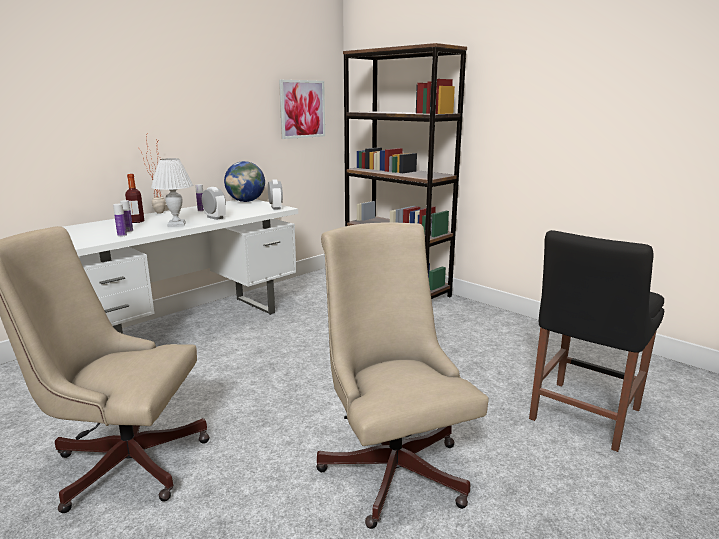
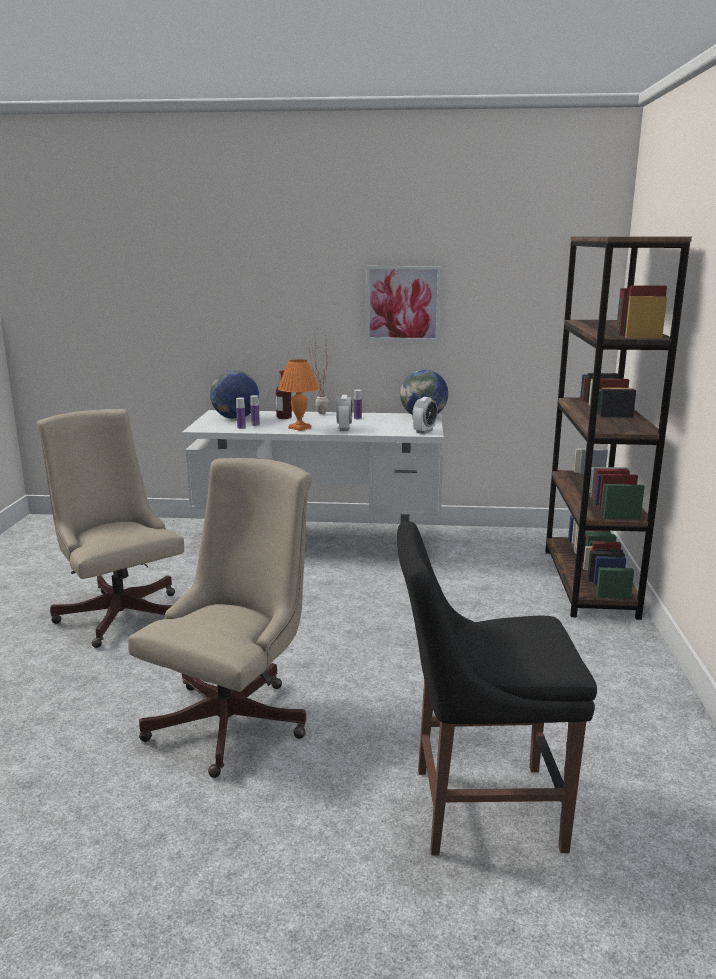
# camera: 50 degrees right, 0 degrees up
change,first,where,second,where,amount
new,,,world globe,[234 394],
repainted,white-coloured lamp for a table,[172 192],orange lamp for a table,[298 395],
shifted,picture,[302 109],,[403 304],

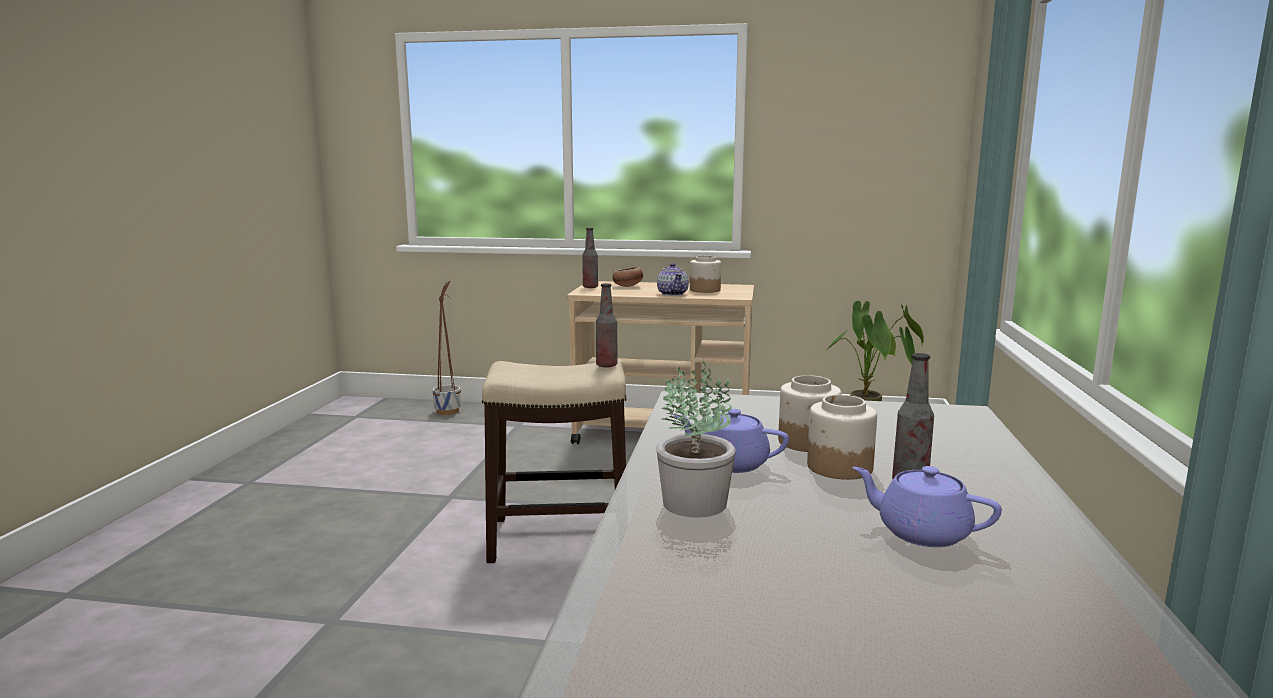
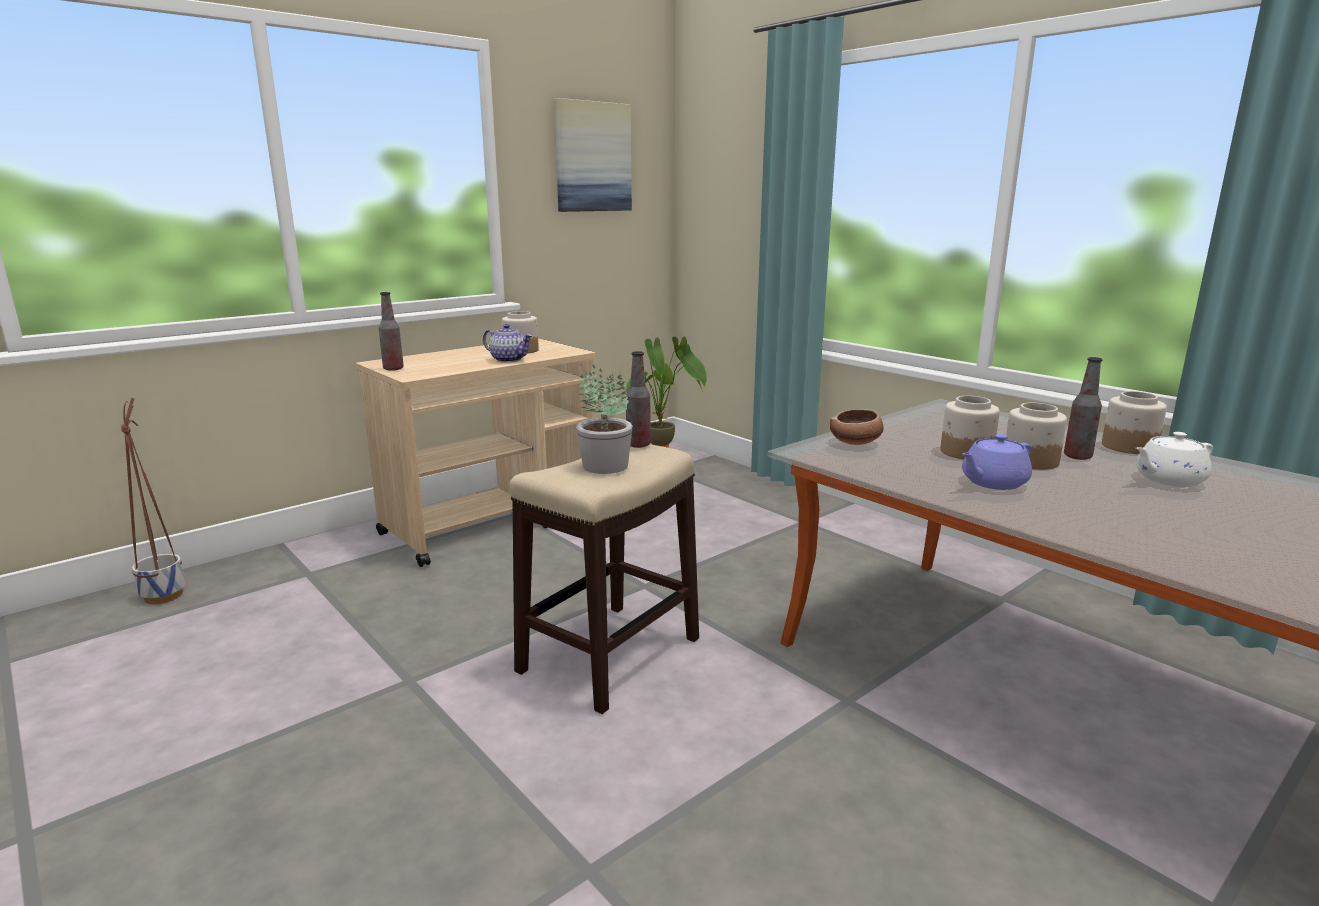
# camera: 50 degrees left, 5 degrees up
change,first,where,second,where,amount
new,,,picture,[593 155],
shifted,houseplant,[696 439],,[604 419],
shifted,bowl,[627 277],,[857 427],
new,,,storage jar,[1134 422],
repainted,purple-coloured tea pot,[927 506],white-coloured tea pot,[1174 459],

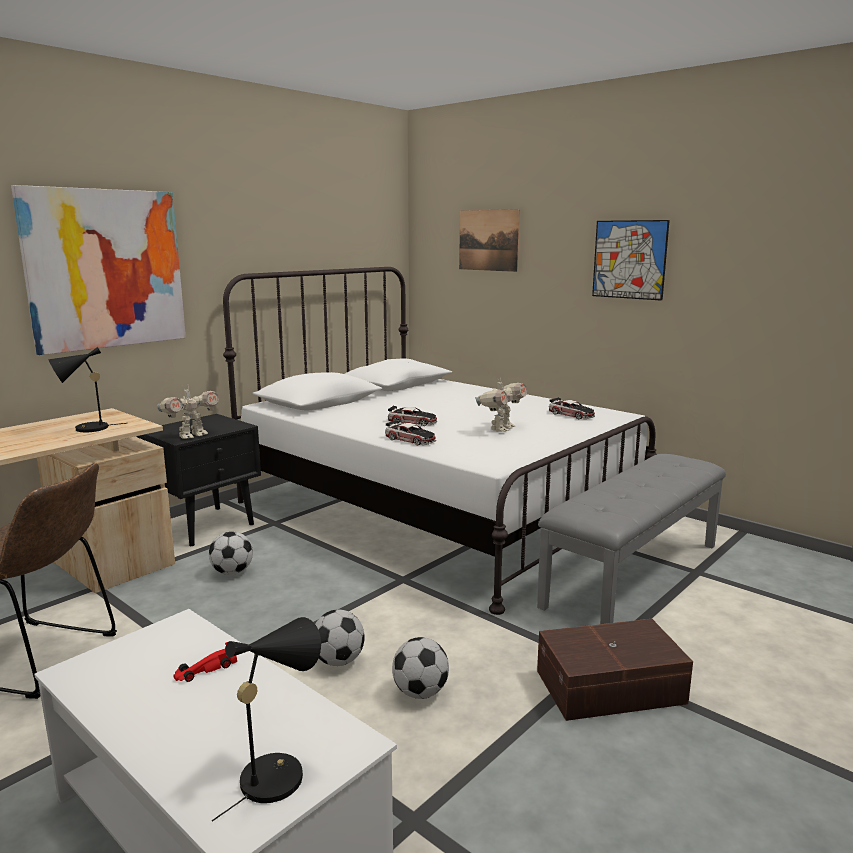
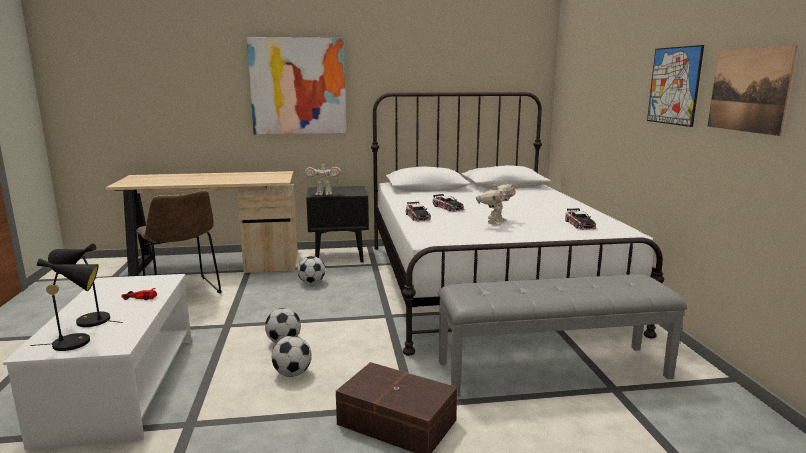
# camera: 40 degrees right, 0 degrees up
change,first,where,second,where,amount
shifted,blackish lamp for a table,[87 389],,[85 285],
rotated,robot figure,[501 405],,[496 203],45 degrees counterclockwise
shifted,picture,[489 240],,[753 90],

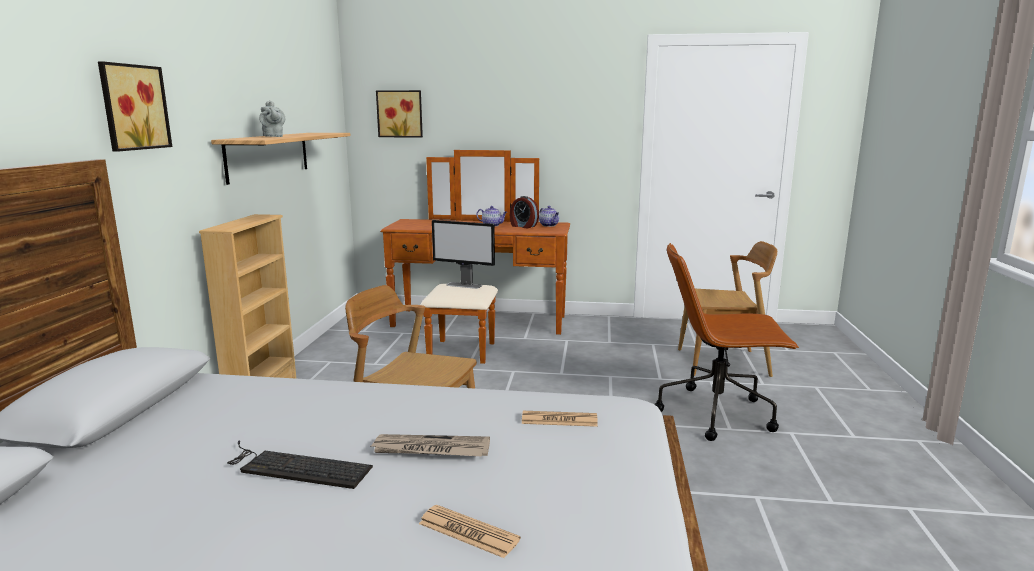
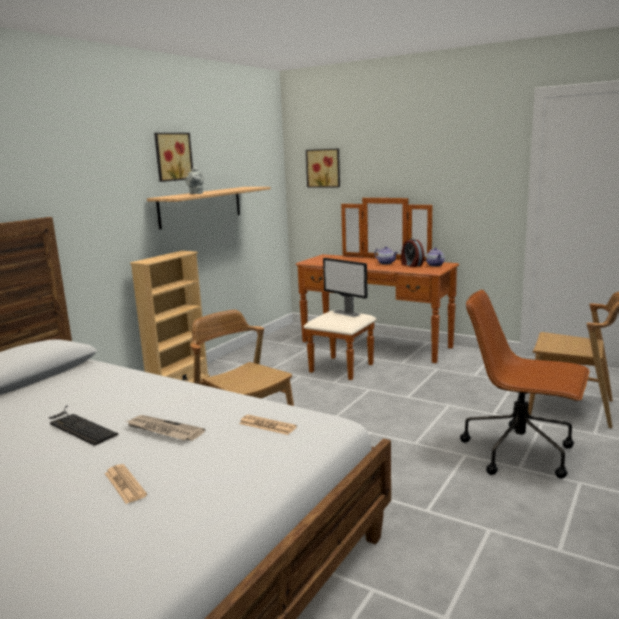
# camera: 25 degrees right, 0 degrees up
change,first,where,second,where,amount
shifted,picture,[135 106],,[173 157],

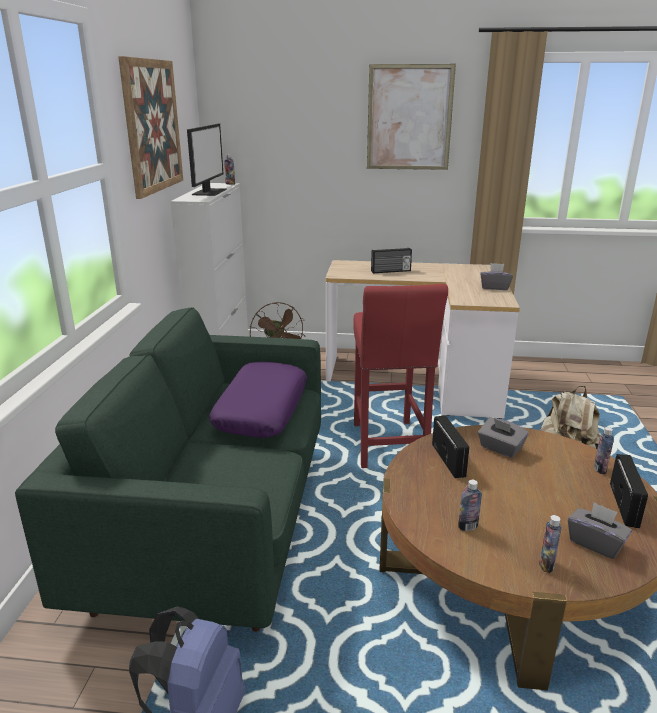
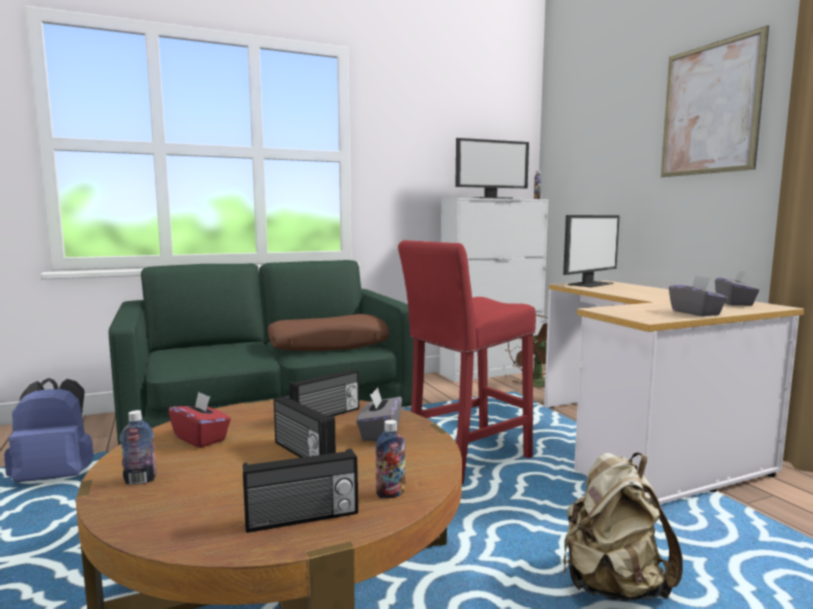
# camera: 60 degrees right, 15 degrees down
change,first,where,second,where,amount
swapped,beverage bottle,[470 505],reddish box of tissues,[199 420],
repainted,purple-coloured pillow,[258 400],brown pillow,[328 332],
shifted,radio receiver,[391 260],,[305 427],
new,,,monitor,[591 251],
shifted,greyish box of tissues,[600 530],,[737 288],
gone,picture,[150 127],,,

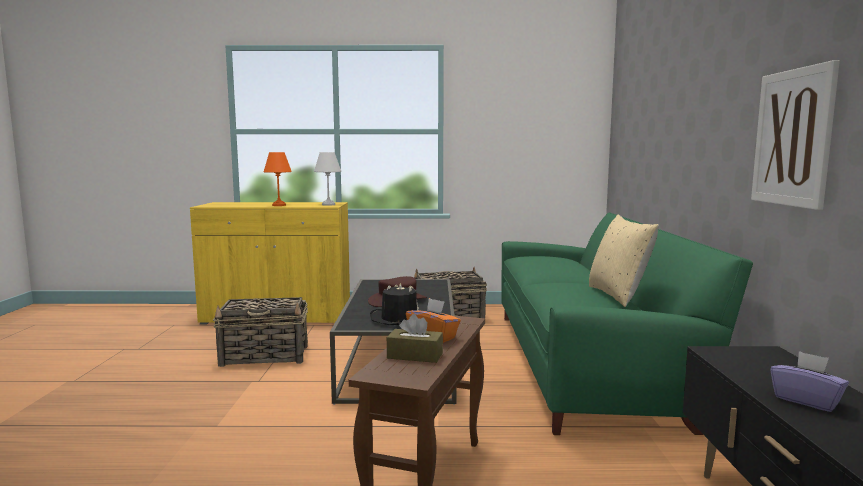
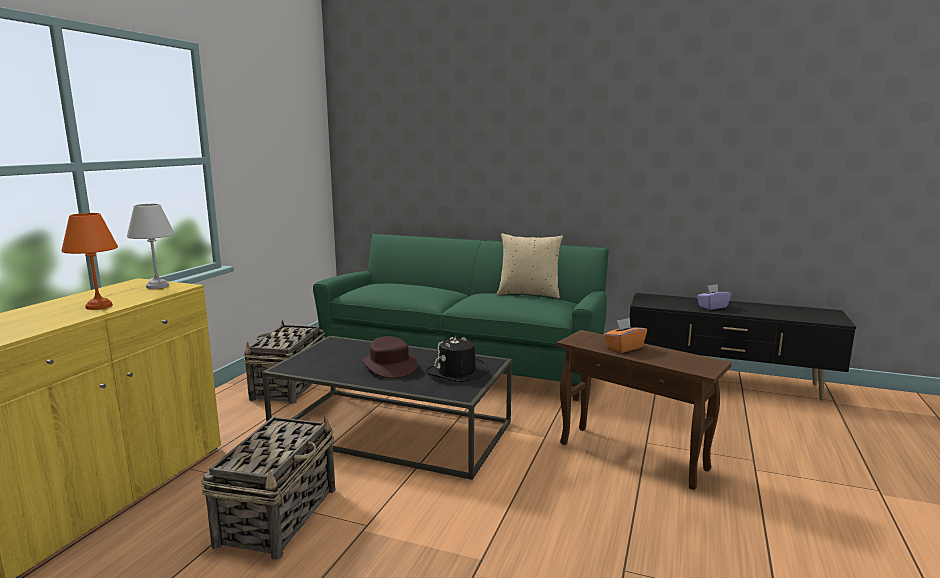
# camera: 70 degrees left, 5 degrees up
change,first,where,second,where,amount
gone,brown box of tissues,[415 338],,,
gone,picture,[795 135],,,

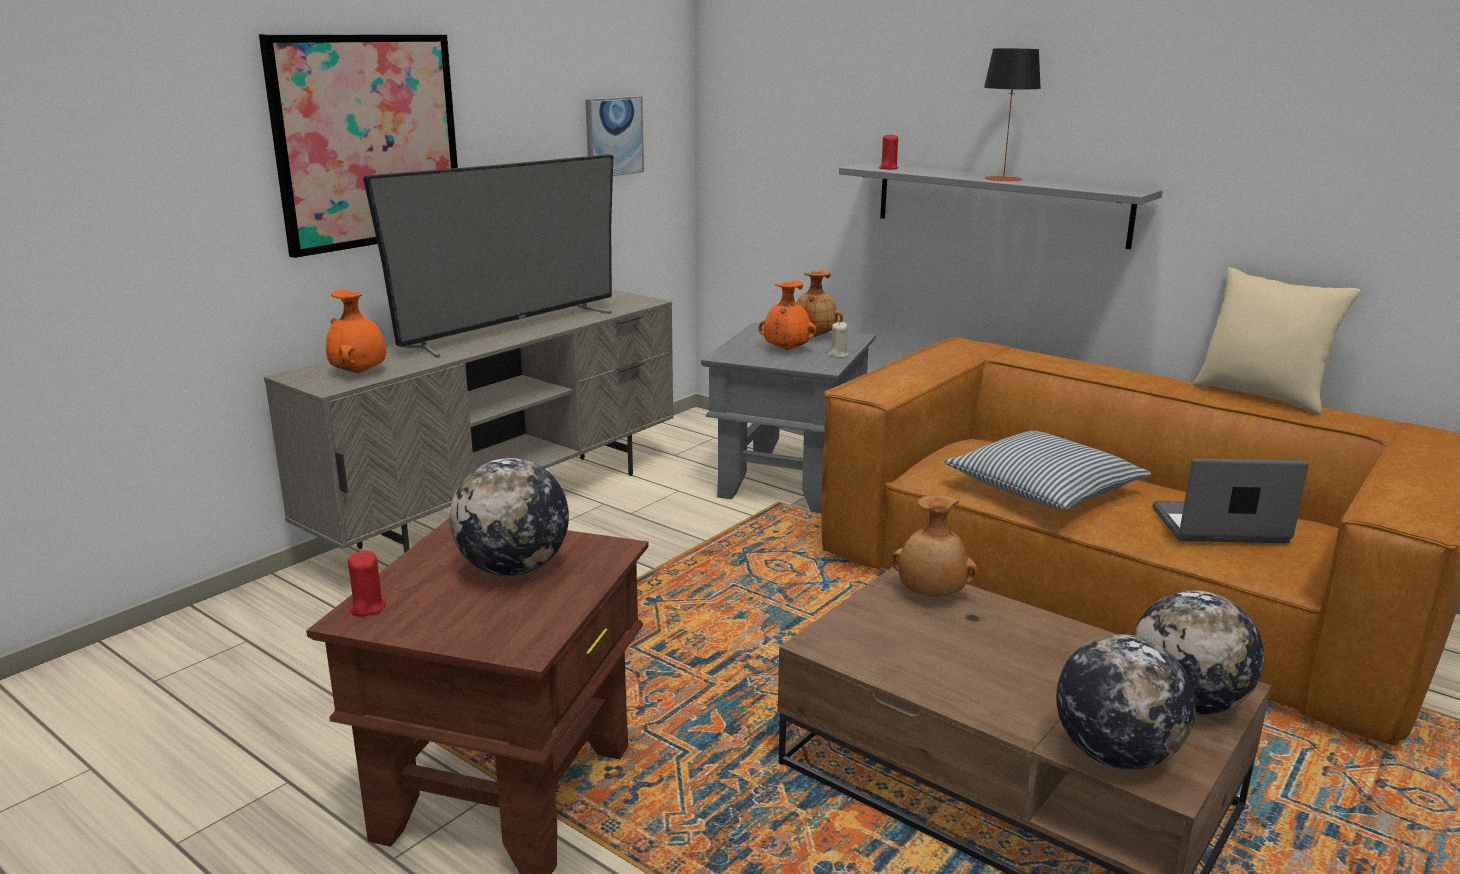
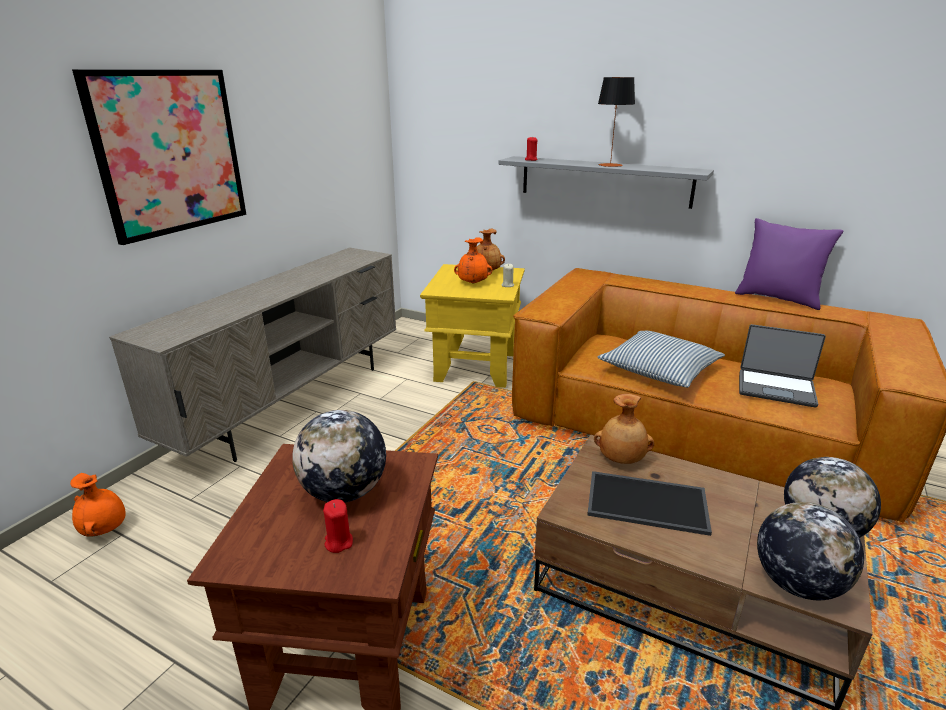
# camera: 10 degrees left, 5 degrees up
change,first,where,second,where,amount
shifted,orange decorative vase,[356 331],,[98 505],
shifted,reddish wax candle,[367 583],,[338 526],
repainted,greyish accent table,[788 418],yellow-coloured accent table,[472 326],
new,,,serving tray,[649 503],
repainted,beige pillow,[1277 341],purple-coloured pillow,[789 264],
rotated,portable computer,[1231 500],,[782 366],150 degrees counterclockwise
gone,TV set,[488 256],,,
gone,picture,[614 136],,,

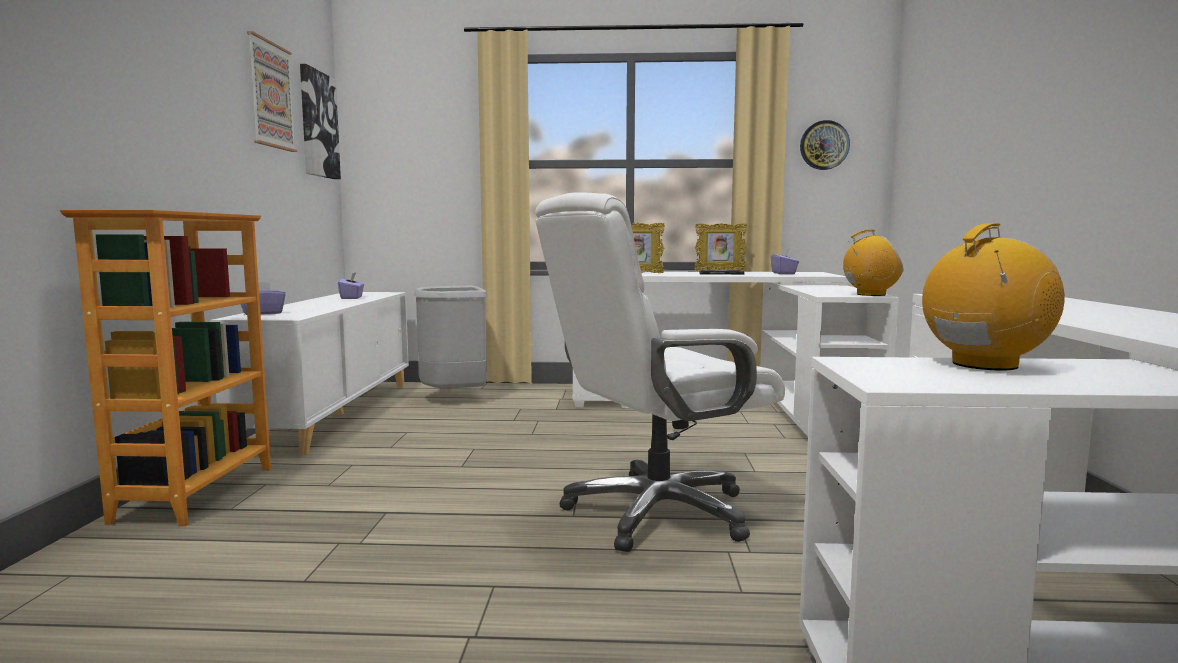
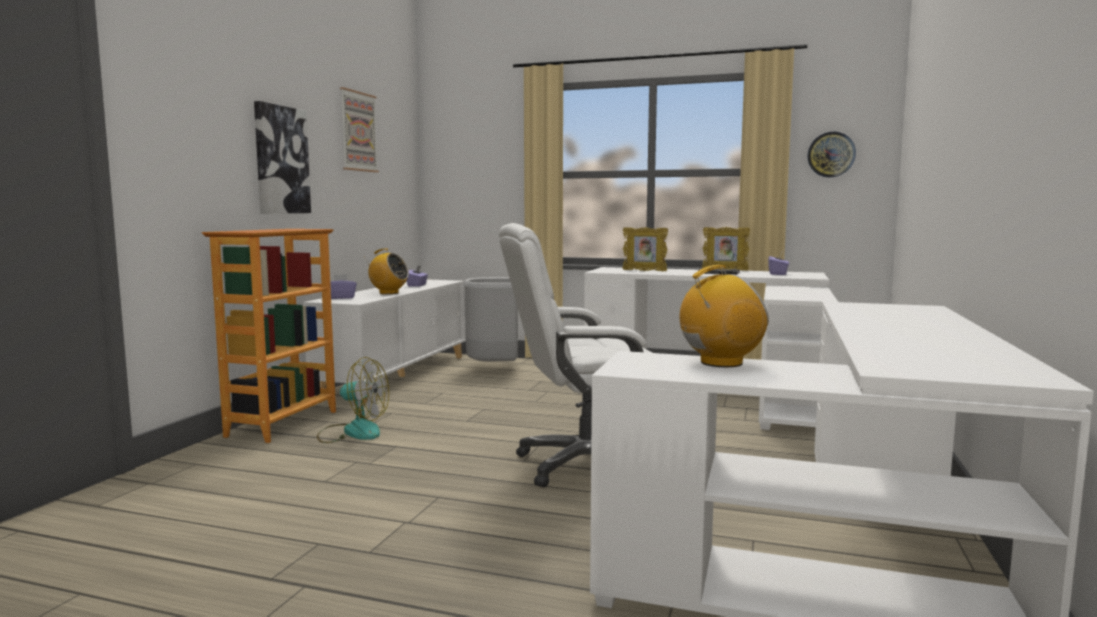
# camera: 15 degrees right, 0 degrees up
change,first,where,second,where,amount
shifted,picture,[320 121],,[282 157],
new,,,cooling fan,[353 400],
shifted,radio receiver,[873 263],,[387 271],

